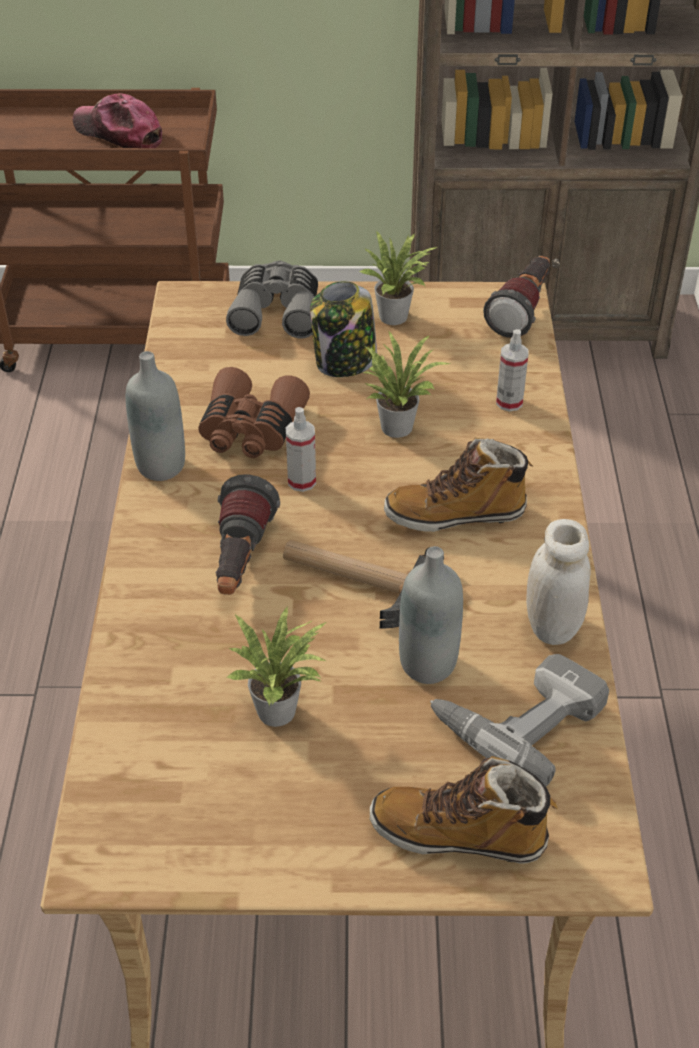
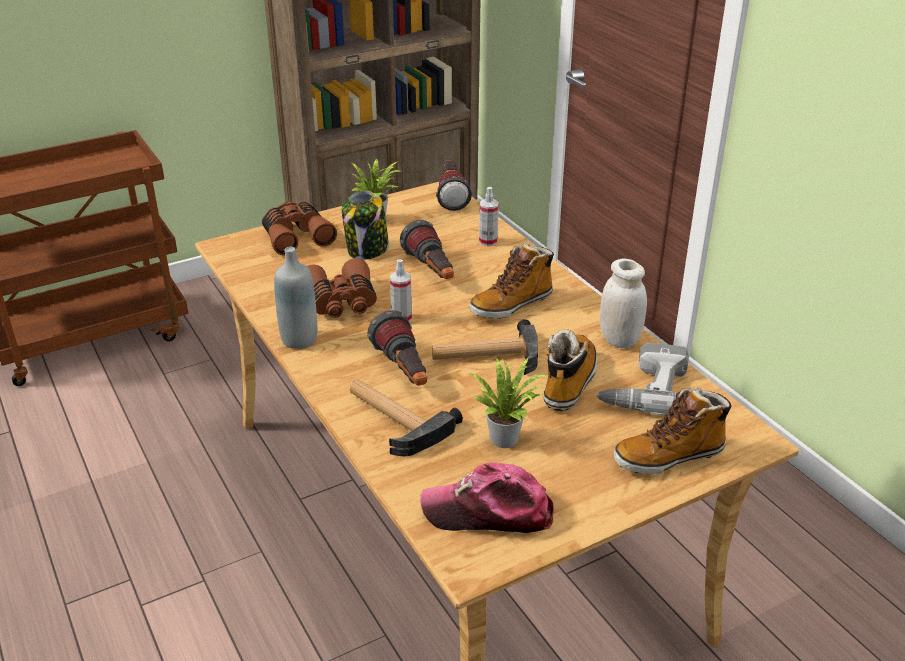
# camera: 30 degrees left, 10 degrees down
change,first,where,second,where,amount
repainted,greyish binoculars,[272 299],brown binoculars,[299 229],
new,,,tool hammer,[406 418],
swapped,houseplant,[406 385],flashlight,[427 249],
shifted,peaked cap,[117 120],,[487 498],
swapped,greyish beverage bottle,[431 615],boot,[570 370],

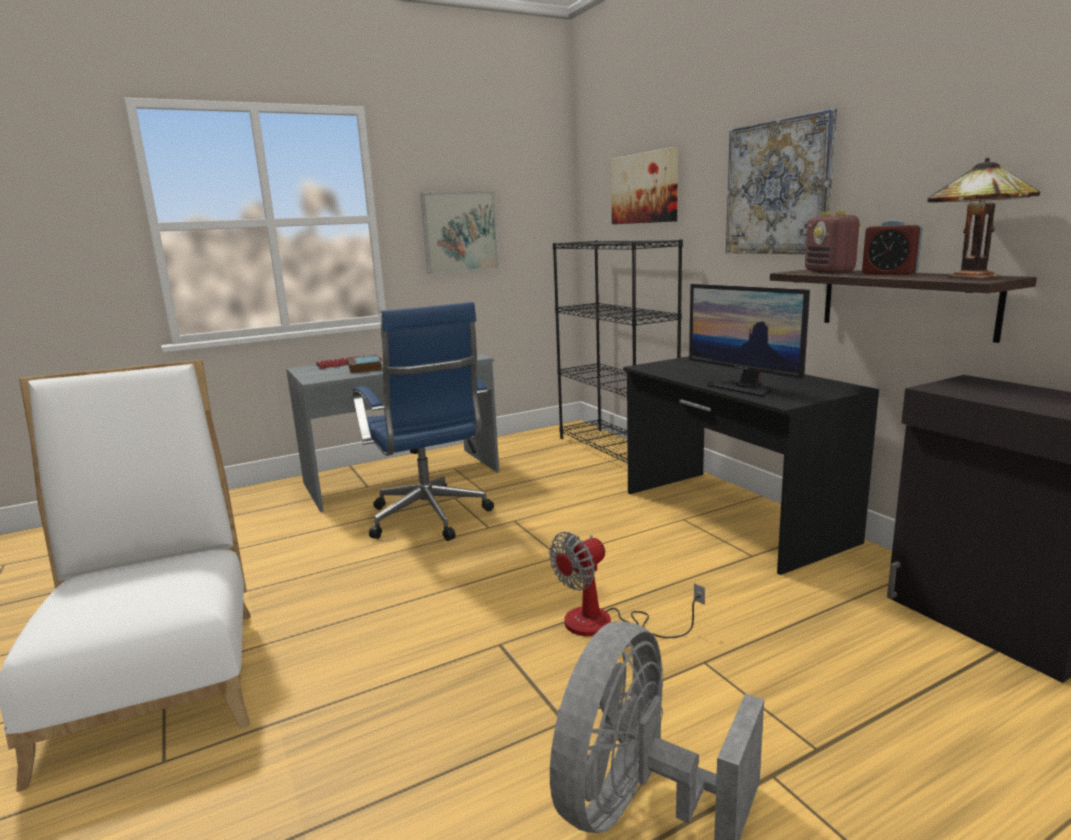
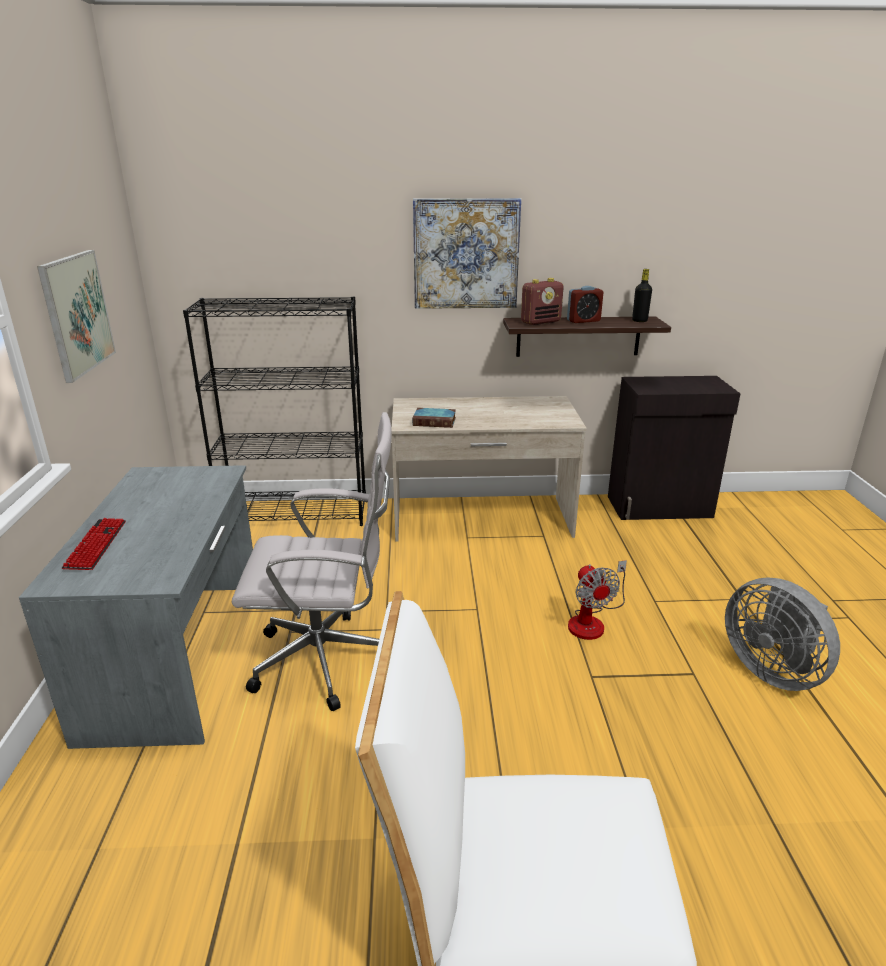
# camera: 65 degrees left, 10 degrees up
change,first,where,second,where,amount
repainted,bluish desk chair,[423 421],white-coloured desk chair,[312 561],
repainted,blackish desk unit,[751 465],beige desk unit,[489 469],
shifted,bound book,[364 364],,[434 418],
rotated,radio receiver,[833 242],,[542 301],45 degrees counterclockwise
swapped,lamp for a table,[983 218],blackish beverage bottle,[642 295],
gone,picture,[644 185],,,
gone,monitor,[749 340],,,

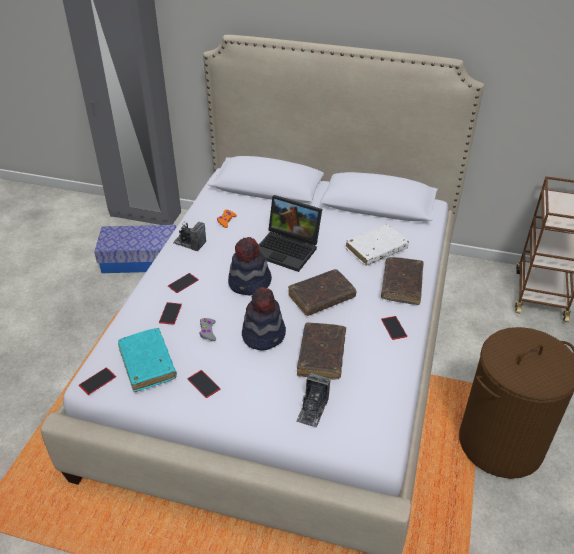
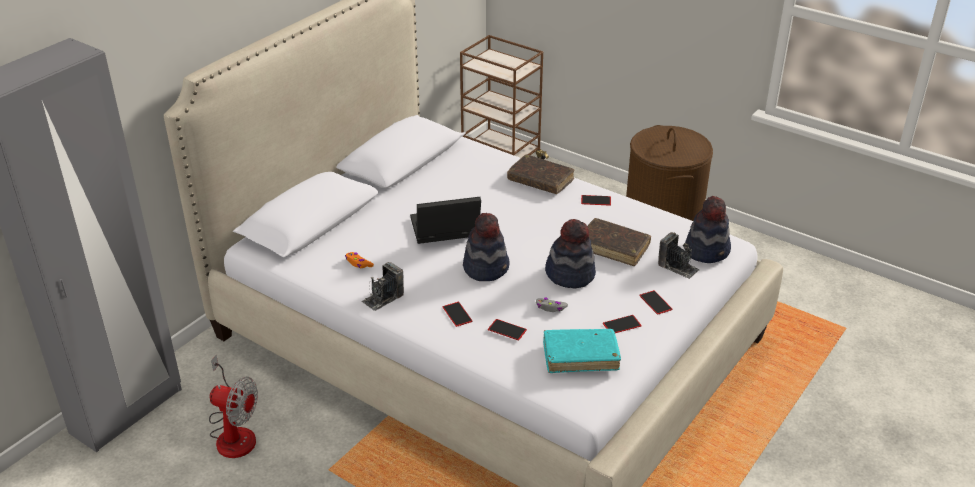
# camera: 70 degrees left, 5 degrees down
change,first,where,second,where,amount
swapped,storage container,[135 249],cooling fan,[233 406],
rotated,portable computer,[290 233],,[445 220],150 degrees counterclockwise
shifted,telephone,[97 381],,[655 302],
new,,,clothing hat,[708 229],
gone,brown bound book,[322 292],,,
gone,white-coloured bound book,[377 245],,,

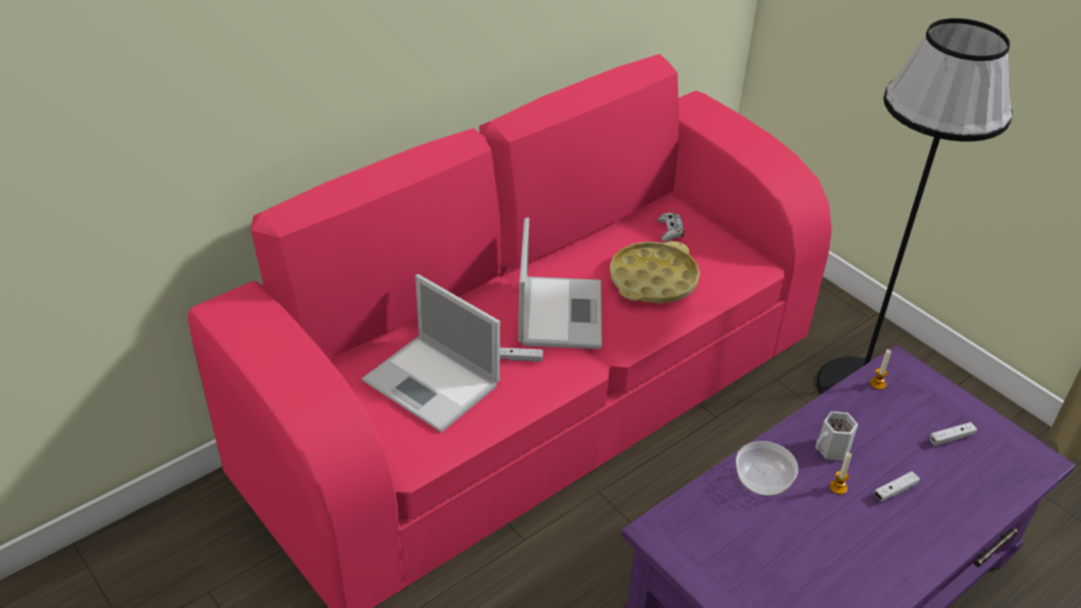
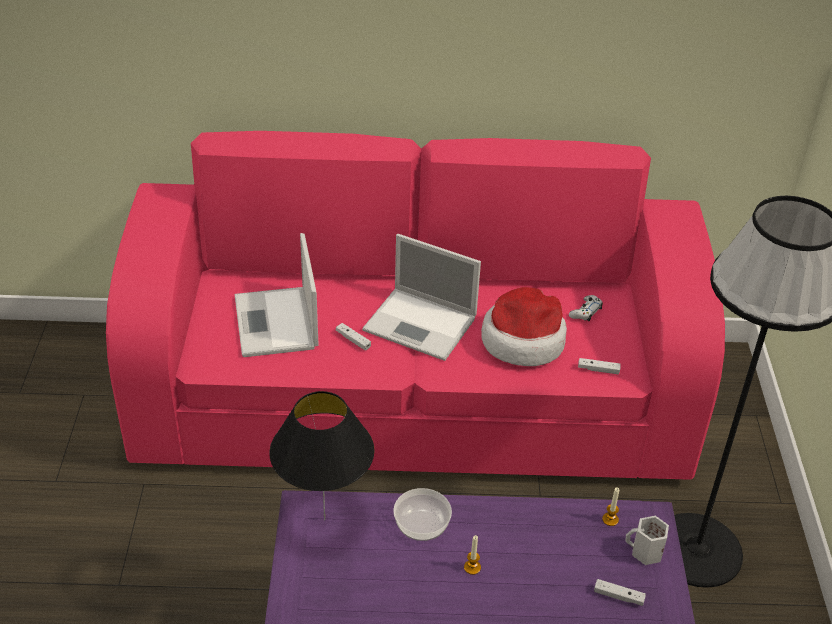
# camera: 40 degrees right, 0 degrees up
change,first,where,second,where,amount
new,,,blackish lamp for a table,[322 456],
rotated,portable computer,[560 283],,[421 297],75 degrees clockwise
swapped,yellow-coloured serving tray,[655 272],clothing hat,[524 326],
shifted,white-coloured gamepad,[897 486],,[599 366],
shifted,white-coloured tea mug,[837 436],,[647 540],

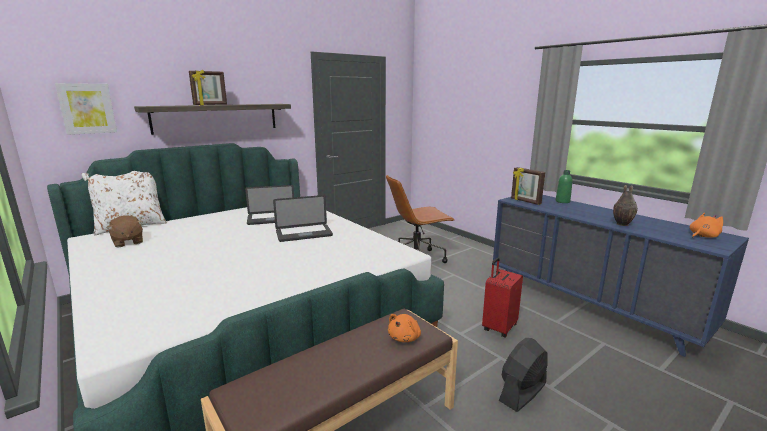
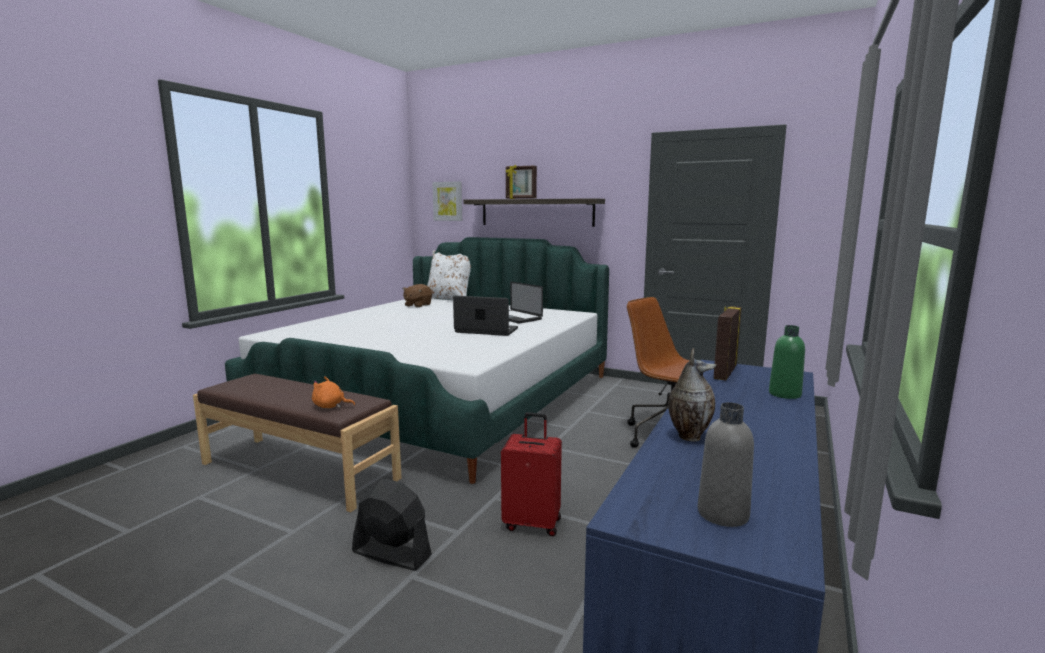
# camera: 65 degrees right, 5 degrees down
change,first,where,second,where,amount
rotated,portable computer,[303 218],,[485 316],150 degrees clockwise
swapped,orange plush toy,[706 225],greyish beverage bottle,[726 464],

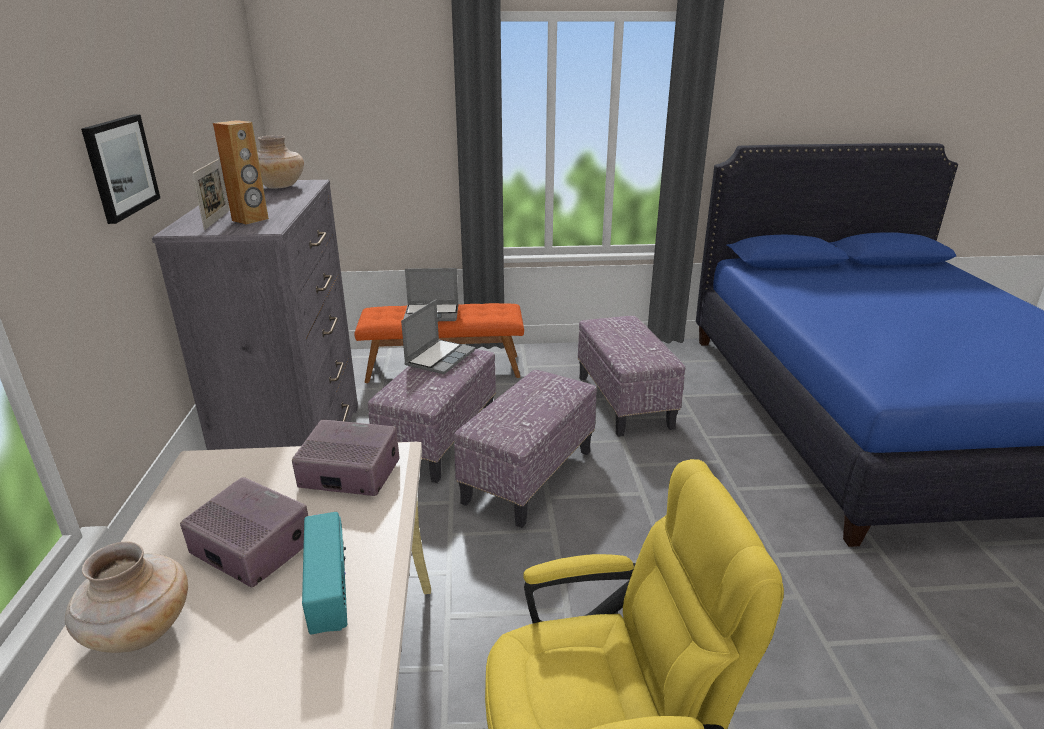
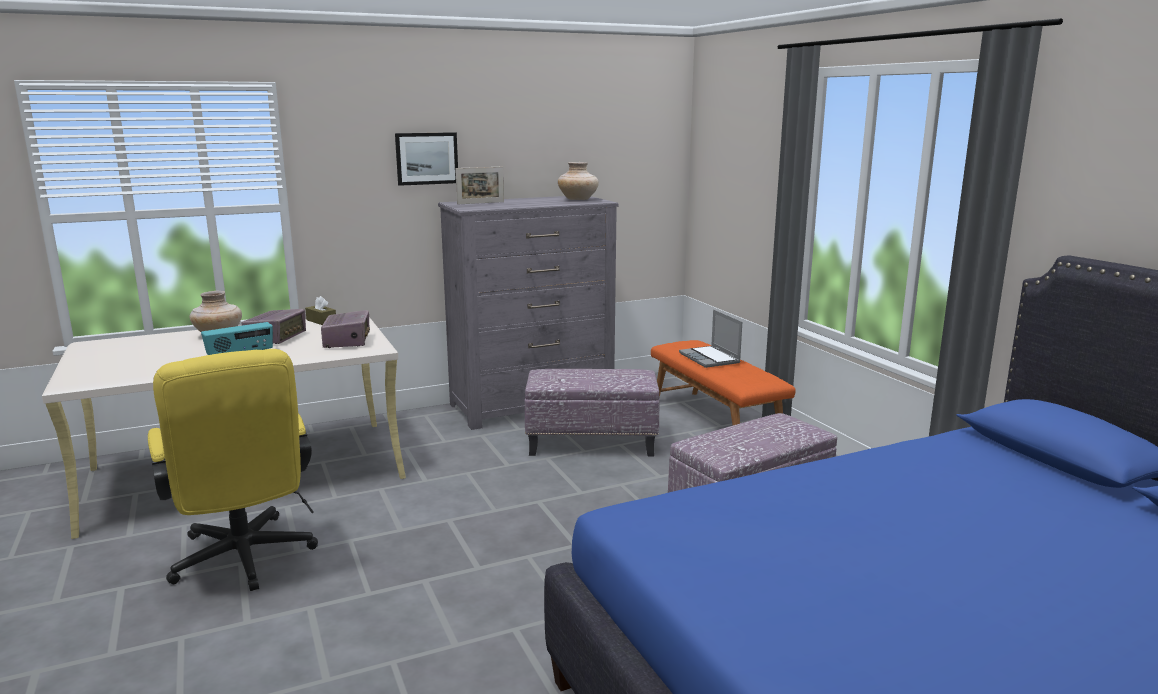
# camera: 70 degrees right, 10 degrees down
change,first,where,second,where,amount
new,,,brown box of tissues,[320 310],
gone,brown audio speaker,[241 172],,,
gone,portable computer,[438 337],,,
gone,footrest,[525 449],,,

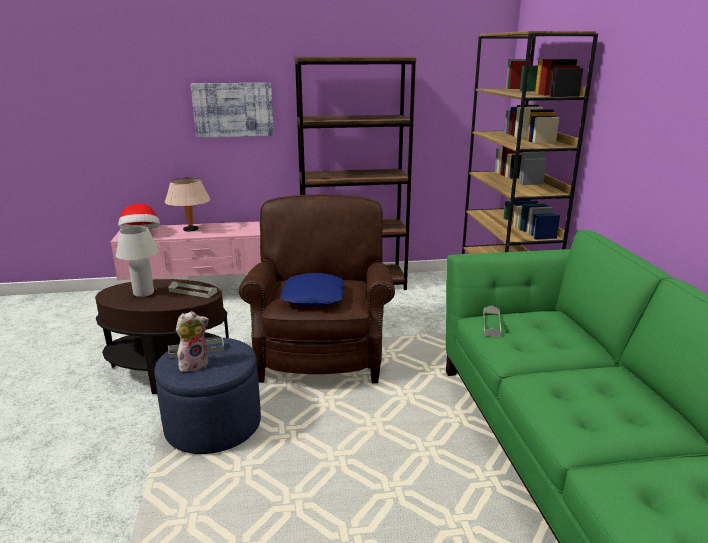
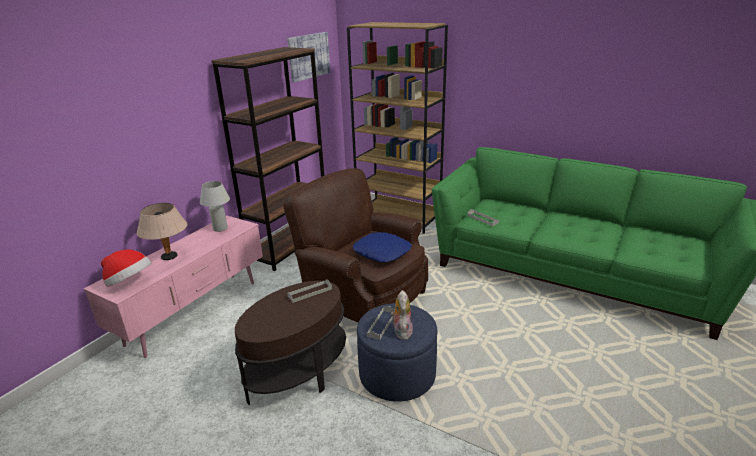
# camera: 50 degrees left, 5 degrees up
change,first,where,second,where,amount
shifted,white-coloured lamp for a table,[137 261],,[215 206],
shifted,picture,[232 110],,[308 57],

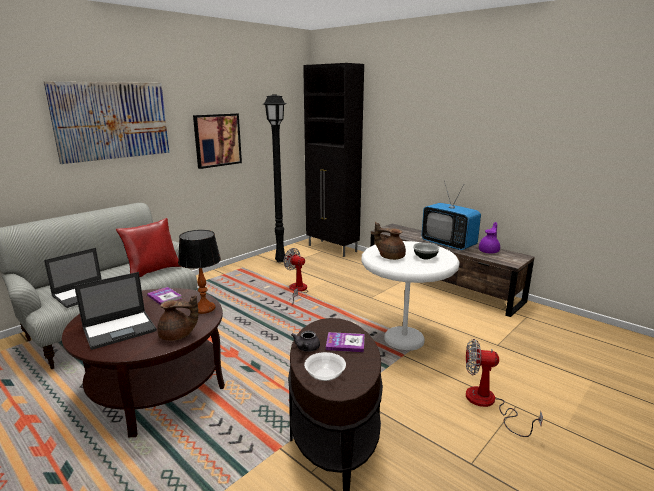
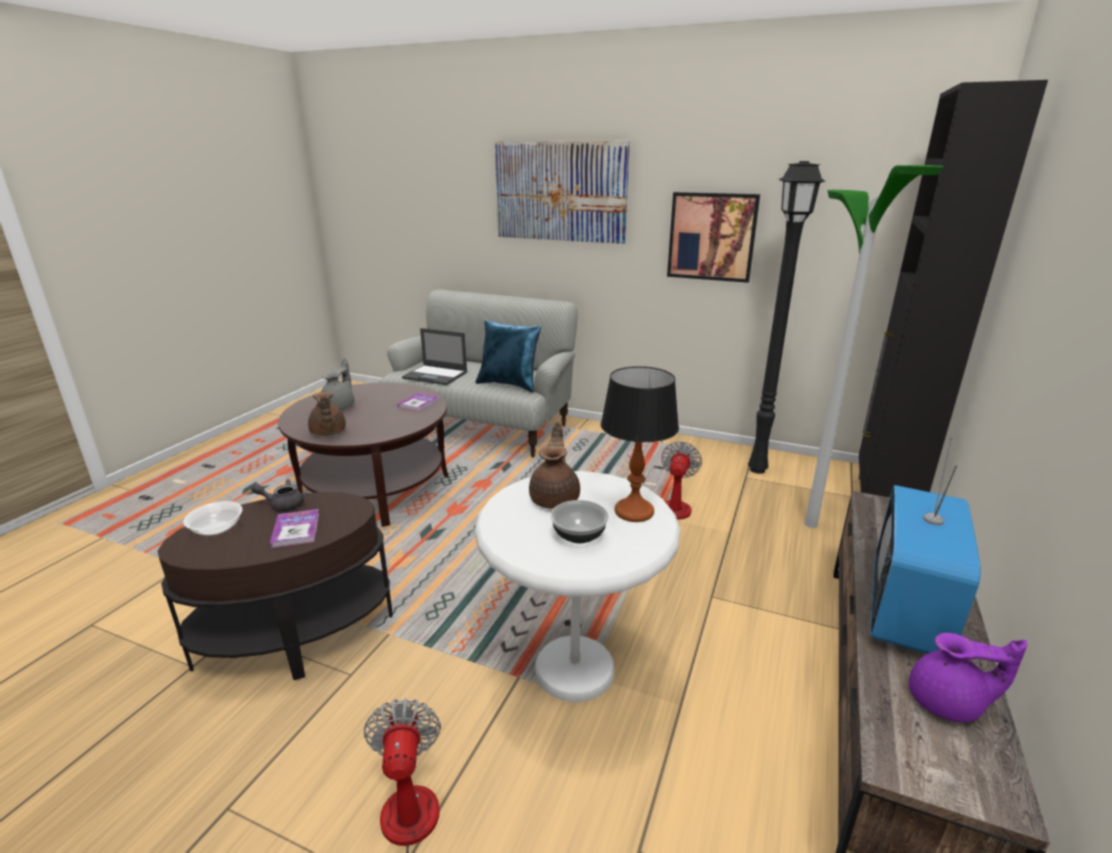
# camera: 70 degrees right, 5 degrees up
change,first,where,second,where,amount
swapped,portable computer,[115 311],greyish tea pot,[337 384],
repainted,reddish pillow,[148 247],bluish pillow,[508 356],
shifted,lamp for a table,[199 272],,[640 444],
new,,,floor lamp,[874 346],

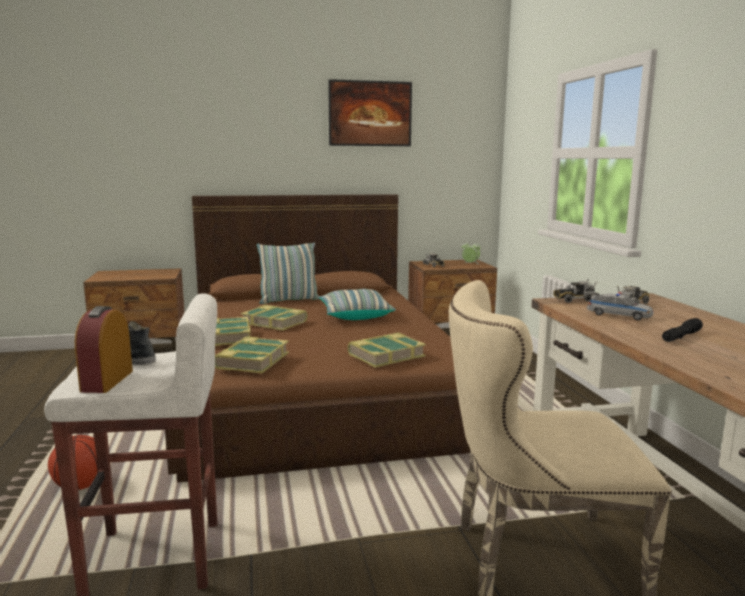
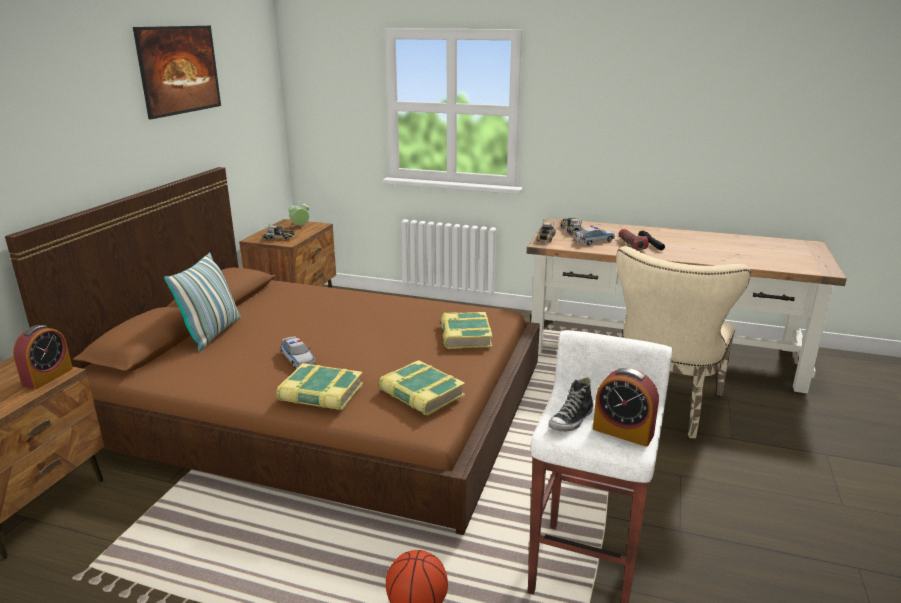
# camera: 60 degrees left, 10 degrees up
change,first,where,second,where,amount
new,,,alarm clock,[43 357],
swapped,bound book,[274 318],toy car,[298 352],
new,,,flashlight,[633 239],
gone,pillow,[357 304],,,

